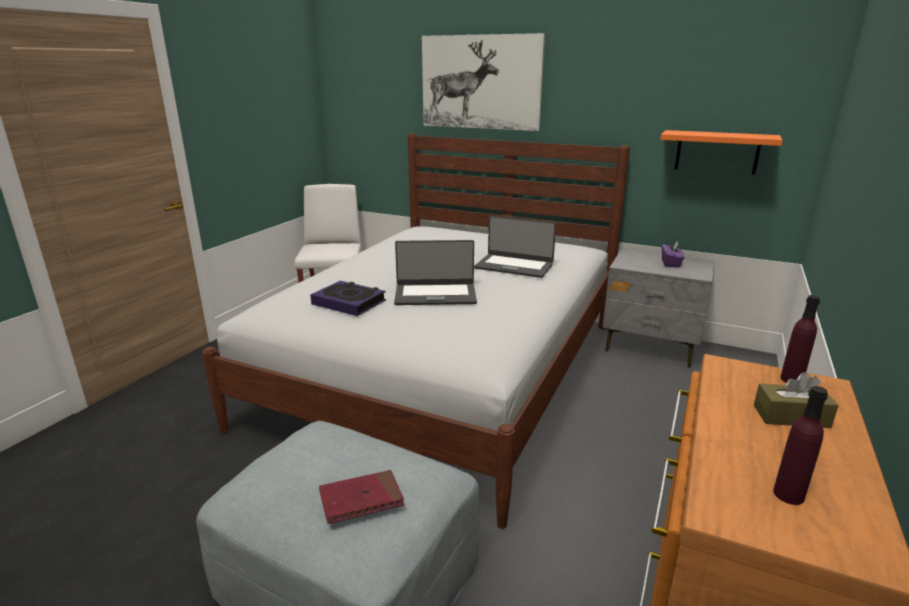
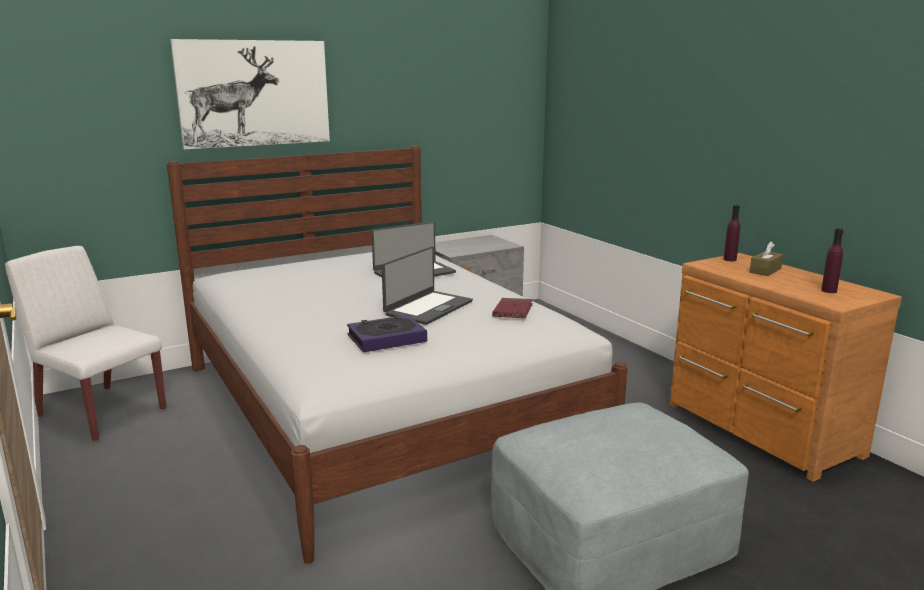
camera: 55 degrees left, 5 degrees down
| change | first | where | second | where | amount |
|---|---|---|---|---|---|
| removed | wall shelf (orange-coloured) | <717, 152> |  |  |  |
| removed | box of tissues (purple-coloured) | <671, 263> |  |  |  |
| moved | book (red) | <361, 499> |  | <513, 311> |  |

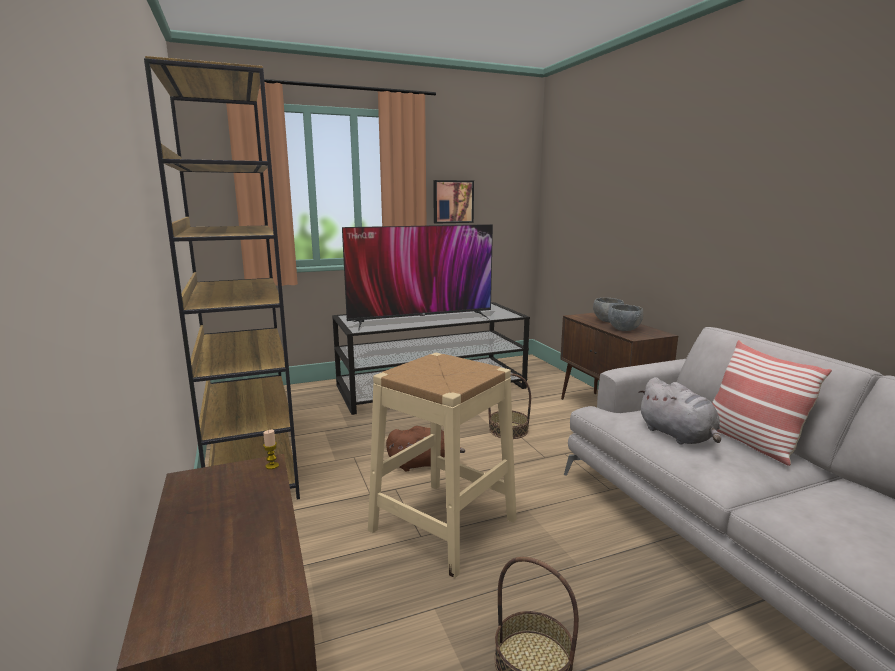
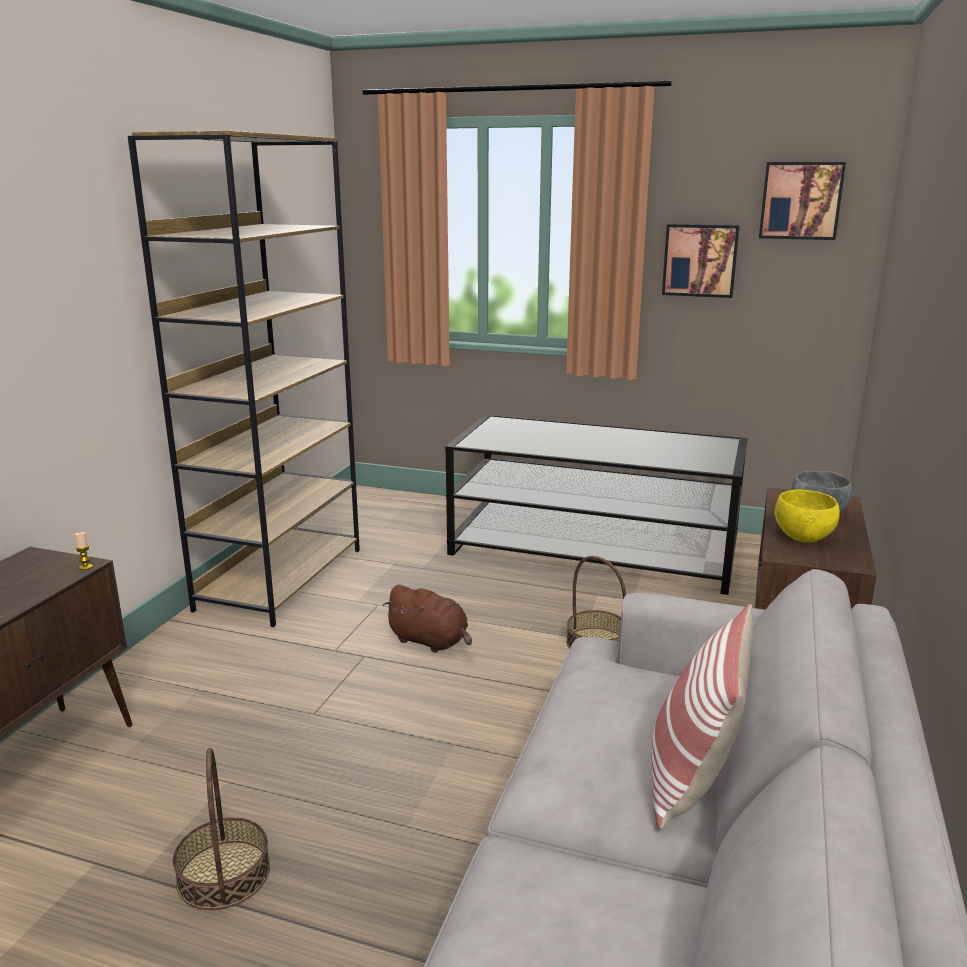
camera: 40 degrees right, 5 degrees up
| change | first | where | second | where | amount |
|---|---|---|---|---|---|
| removed | TV set | <421, 320> |  |  |  |
| removed | stool (beige) | <443, 524> |  |  |  |
| removed | soft toy (grey) | <678, 435> |  |  |  |
| added |  |  | wall picture | <801, 200> |  |
| recoloured | deep dish (grey) | <623, 329> | deep dish (yellowish) | <803, 537> |  |

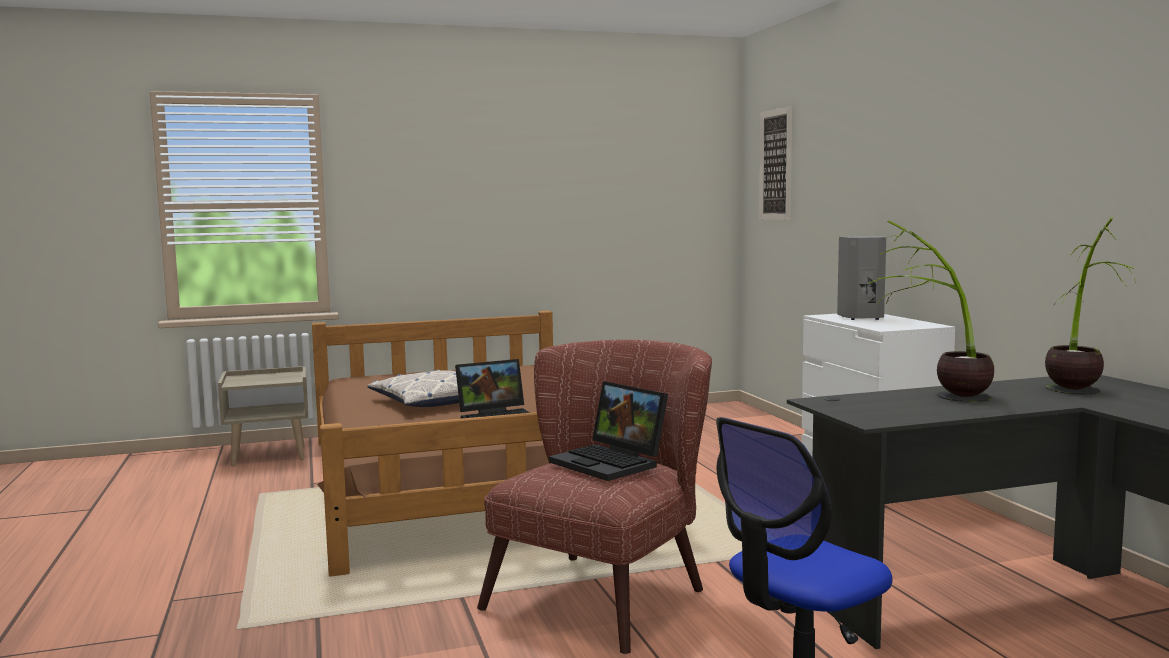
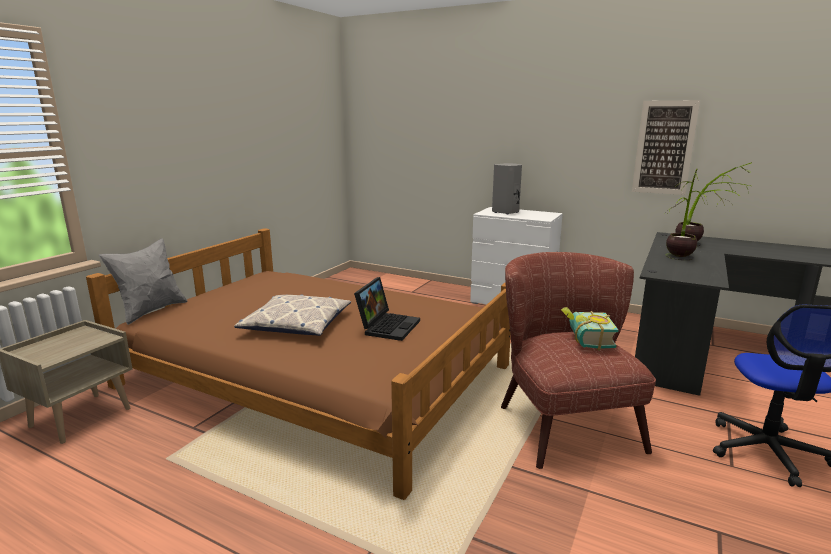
camera: 45 degrees left, 10 degrees up
| change | first | where | second | where | amount |
|---|---|---|---|---|---|
| added |  |  | throw pillow (grey) | <151, 311> |  |
| moved | wall picture | <775, 165> |  | <664, 148> |  |
| replaced | portable computer | <612, 463> | book | <585, 340> |  |

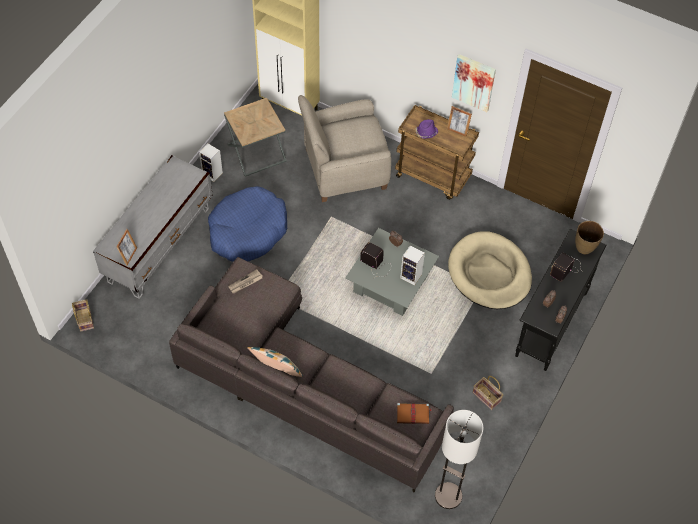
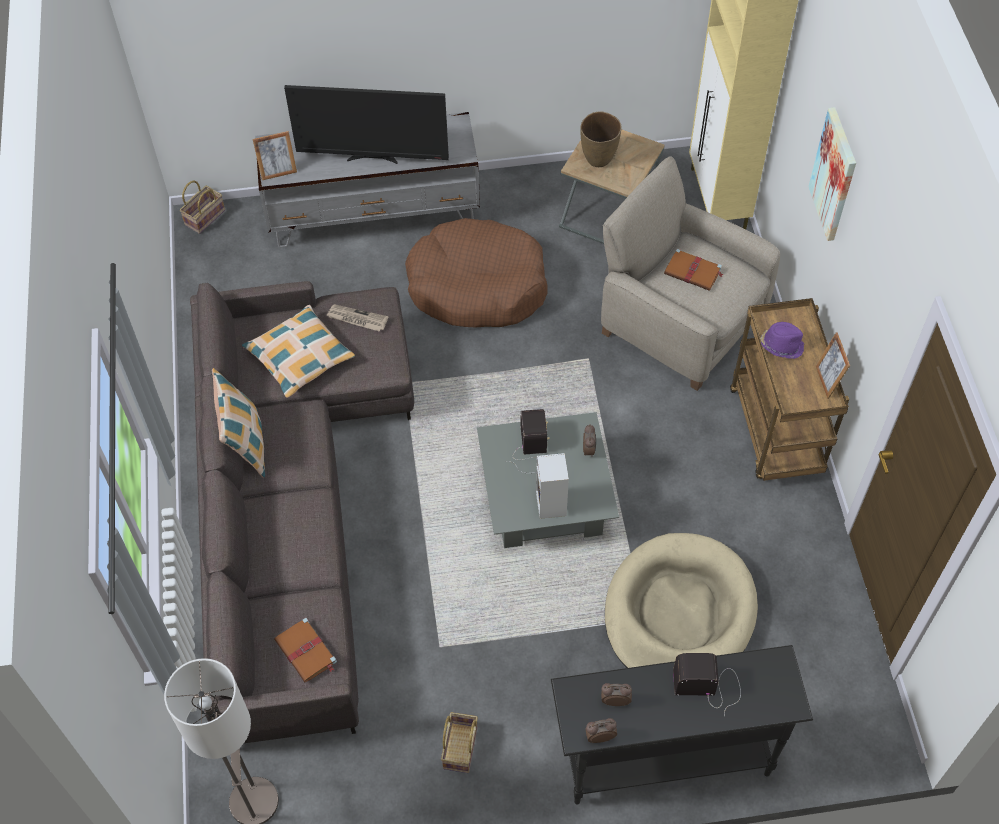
camera: 55 degrees right, 0 degrees up
| change | first | where | second | where | amount |
|---|---|---|---|---|---|
| removed | loudspeaker | <213, 174> |  |  |  |
| added |  |  | throw pillow | <299, 357> |  |
| added |  |  | TV set | <373, 158> |  |
| added |  |  | book (brownish) | <693, 272> |  |
| moved | wall picture | <474, 82> |  | <834, 174> |  |
| moved | decorative vase (brownish) | <584, 248> |  | <598, 159> |  |
| recoloured | pet bed (bluish) | <247, 231> | pet bed (brownish) | <477, 286> |  |

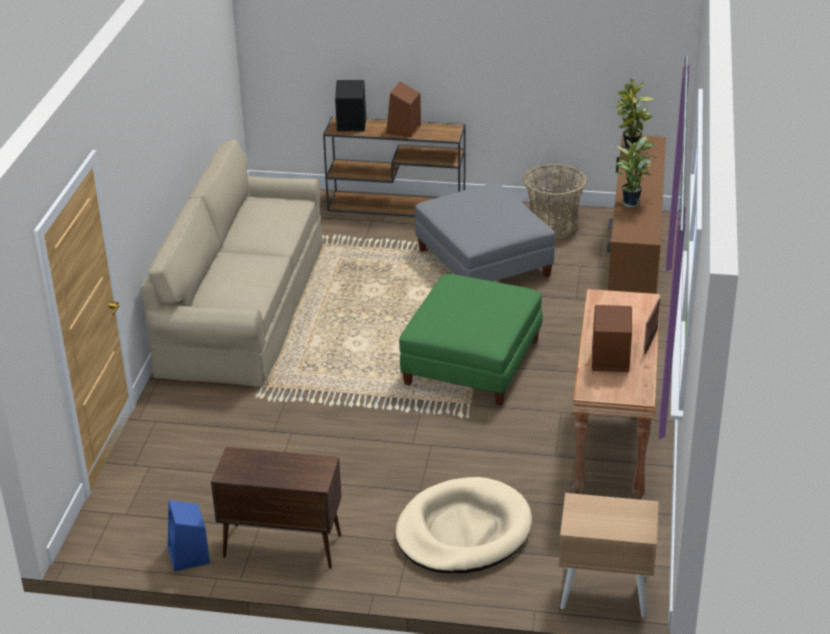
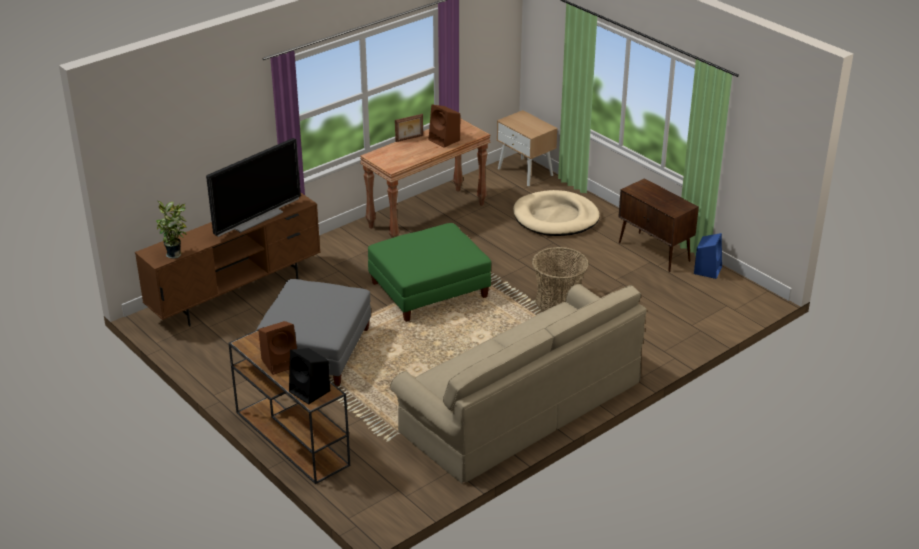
camera: 140 degrees left, 0 degrees up
| change | first | where | second | where | amount |
|---|---|---|---|---|---|
| moved | household basket | <553, 225> |  | <558, 302> |  |
| replaced | plant in a pot | <631, 202> | TV set | <256, 219> |  |

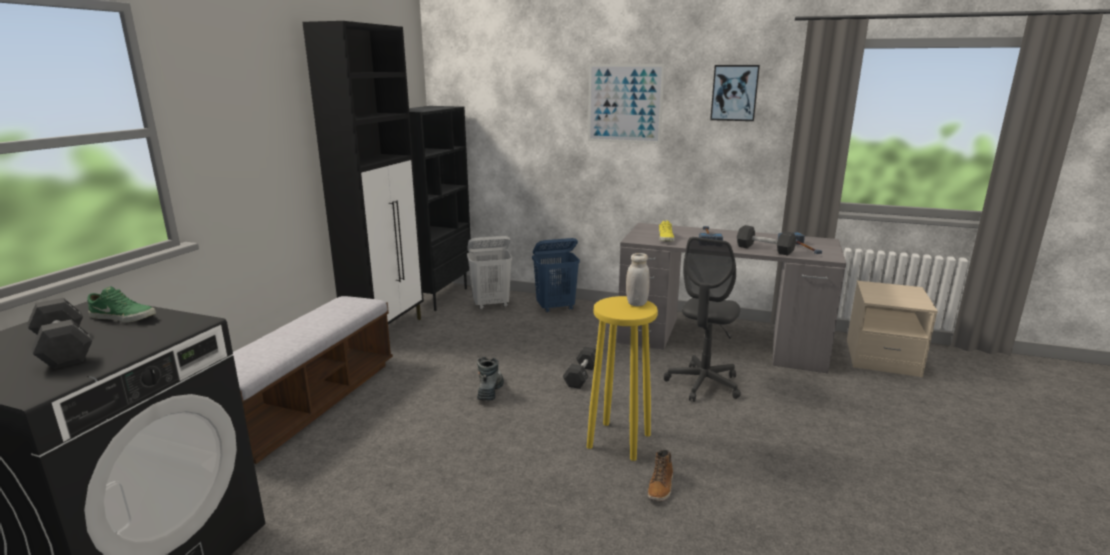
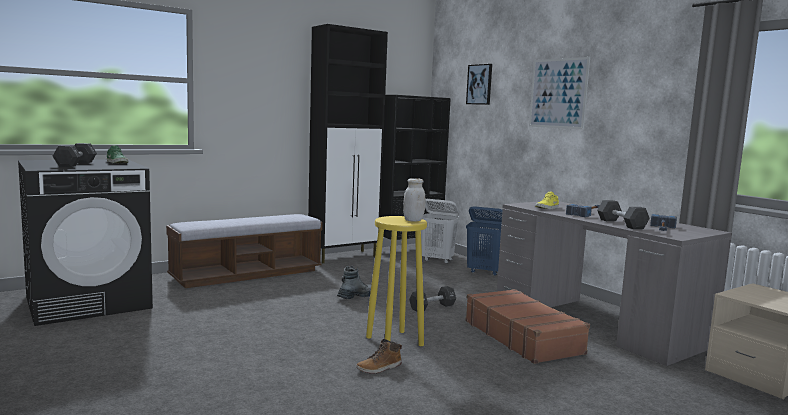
camera: 35 degrees right, 10 degrees down
| change | first | where | second | where | amount |
|---|---|---|---|---|---|
| moved | wall picture | <734, 93> |  | <479, 84> |  |
| replaced | desk chair (grey) | <703, 384> | travel case (brownish) | <522, 337> |  |

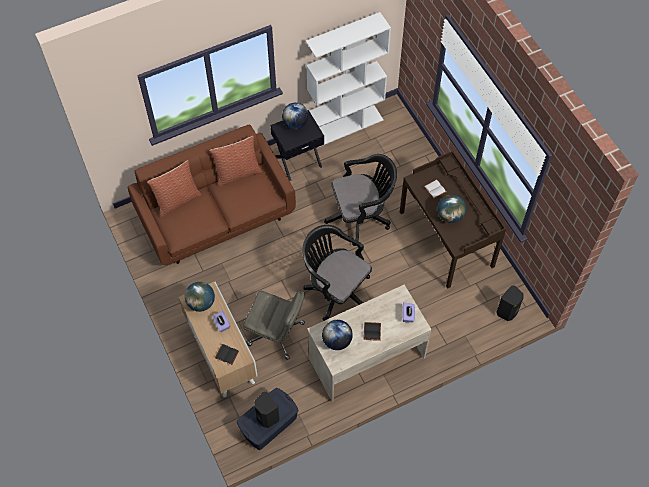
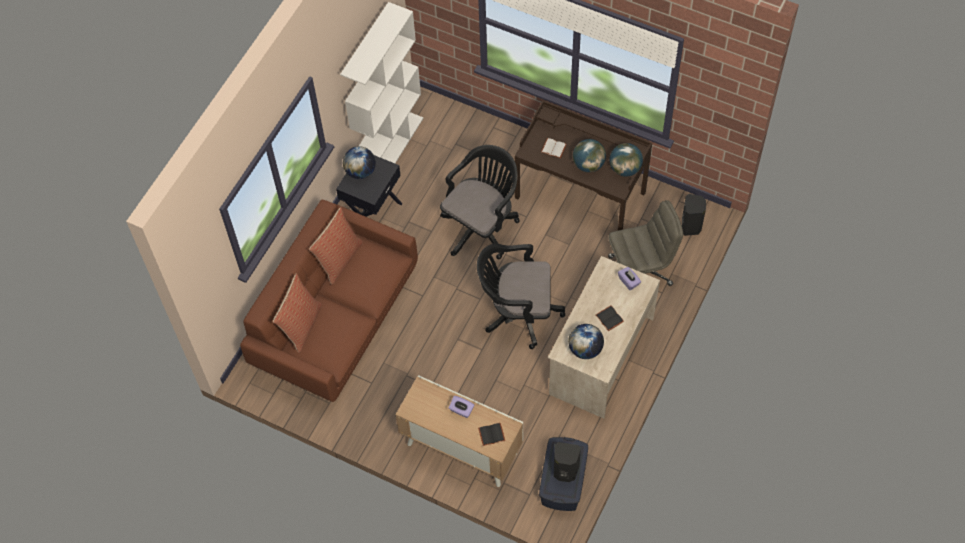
camera: 35 degrees left, 0 degrees up
| change | first | where | second | where | amount |
|---|---|---|---|---|---|
| moved | globe | <201, 303> |  | <625, 168> |  |
| moved | desk chair (grey) | <277, 334> |  | <641, 270> |  |

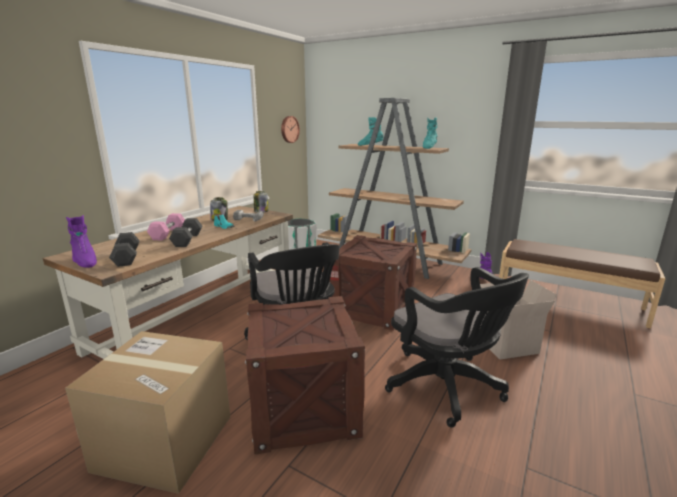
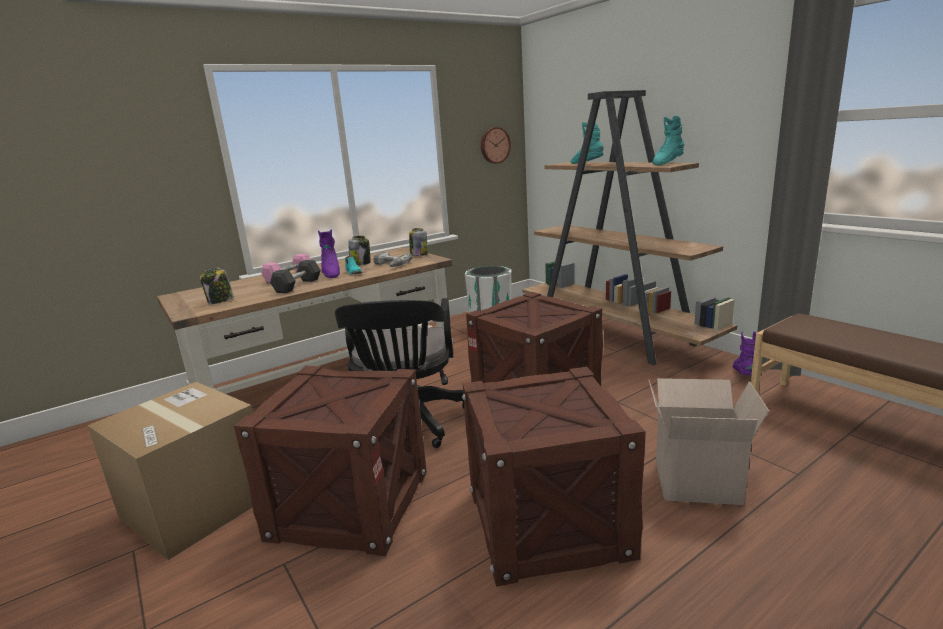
camera: 25 degrees right, 0 degrees up
| change | first | where | second | where | amount |
|---|---|---|---|---|---|
| moved | tall boot (purple-coloured) | <84, 261> |  | <331, 273> |  |
| replaced | free weight (grey) | <127, 257> | storage jar | <220, 301> |  |
| replaced | desk chair (black-coloured) | <448, 388> | packing crate | <547, 522> |  |

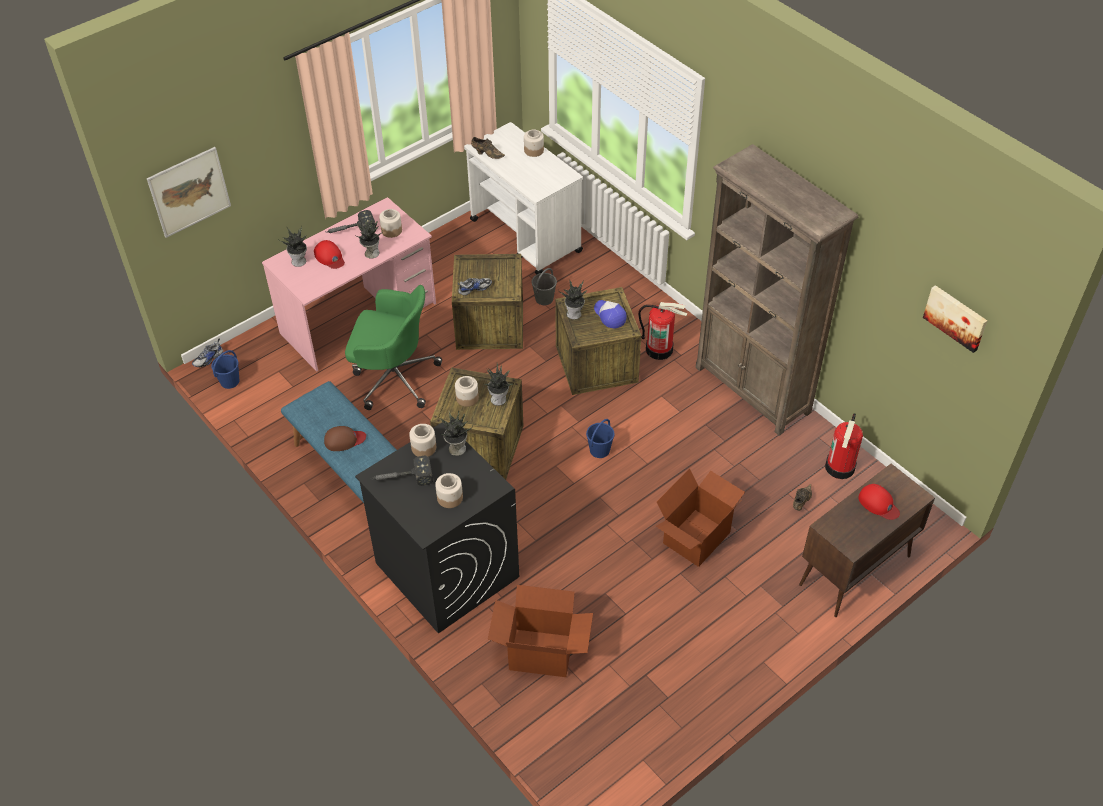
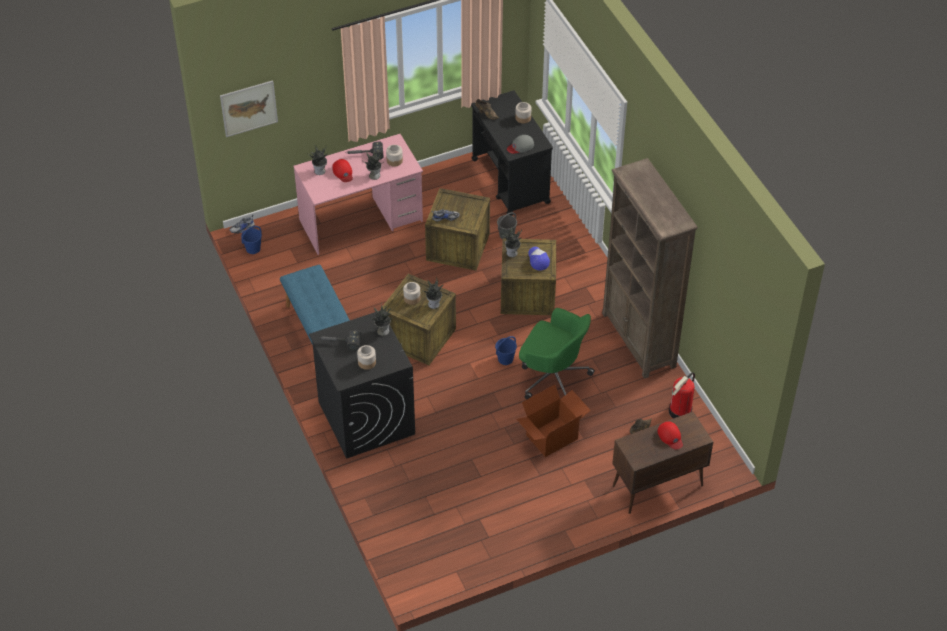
camera: 15 degrees right, 0 degrees up
| change | first | where | second | where | amount |
|---|---|---|---|---|---|
| removed | peaked cap (brownish) | <344, 440> |  |  |  |
| removed | storage jar | <423, 447> |  |  |  |
| removed | carton | <541, 651> |  |  |  |
| removed | fire-fighting cylinder | <659, 349> |  |  |  |
| removed | wall picture | <956, 317> |  |  |  |
| added |  |  | peaked cap (grey) | <520, 146> |  |
| moved | desk chair (greenish) | <393, 377> |  | <553, 377> |  |
| recoloured | trolley (whitish) | <526, 236> | trolley (black-coloured) | <510, 182> |  |

